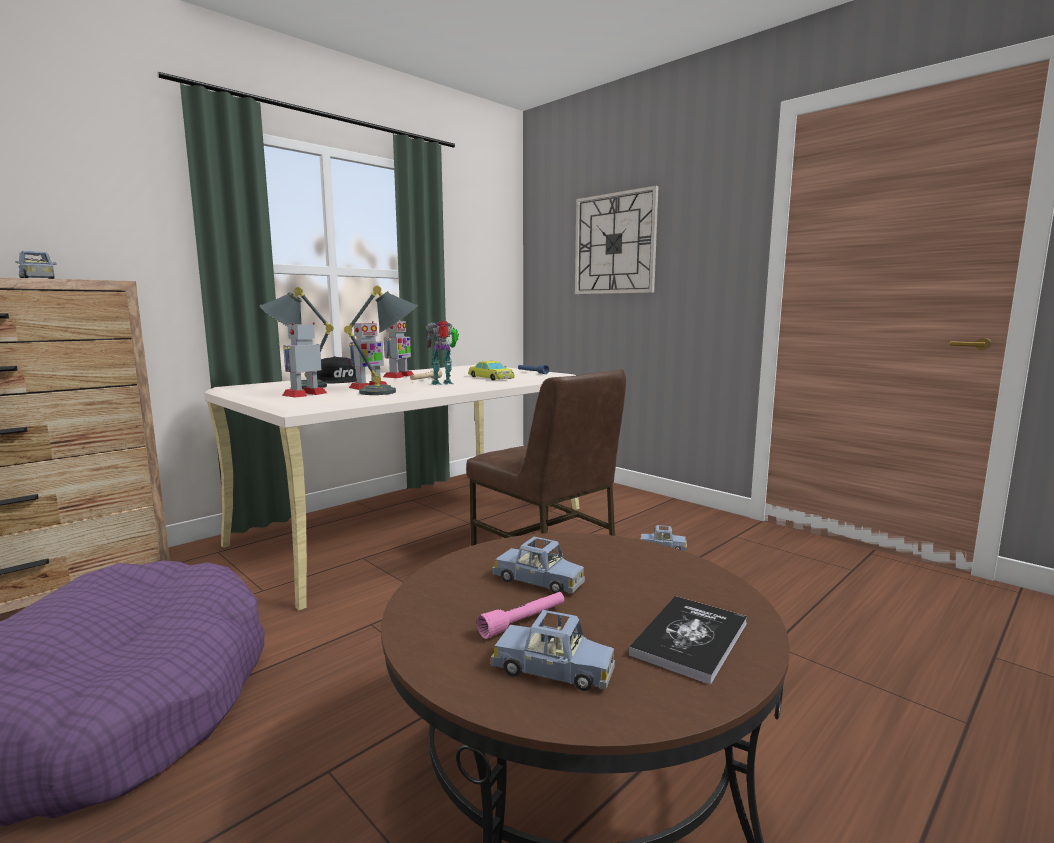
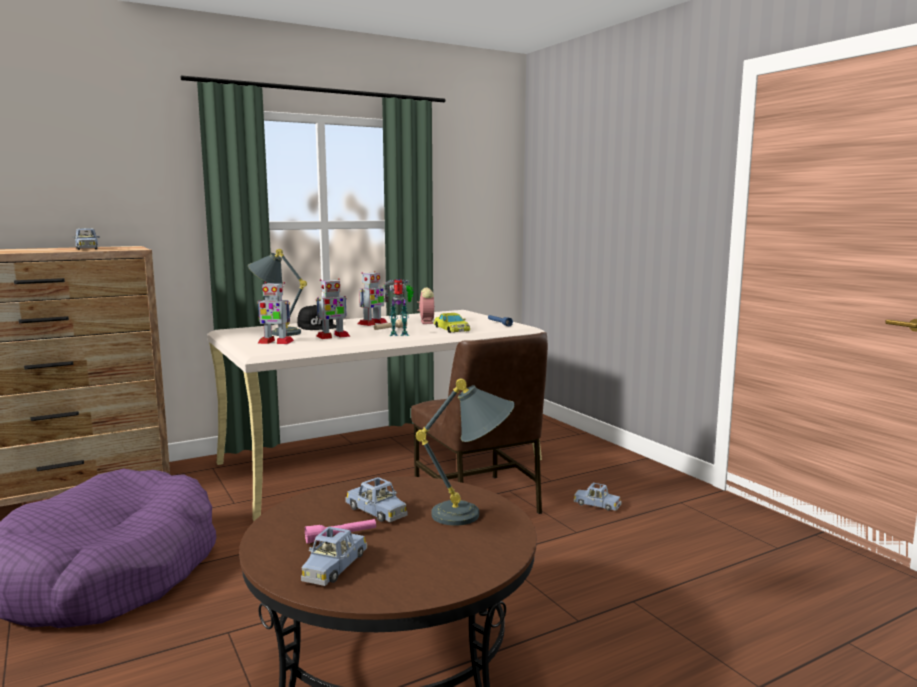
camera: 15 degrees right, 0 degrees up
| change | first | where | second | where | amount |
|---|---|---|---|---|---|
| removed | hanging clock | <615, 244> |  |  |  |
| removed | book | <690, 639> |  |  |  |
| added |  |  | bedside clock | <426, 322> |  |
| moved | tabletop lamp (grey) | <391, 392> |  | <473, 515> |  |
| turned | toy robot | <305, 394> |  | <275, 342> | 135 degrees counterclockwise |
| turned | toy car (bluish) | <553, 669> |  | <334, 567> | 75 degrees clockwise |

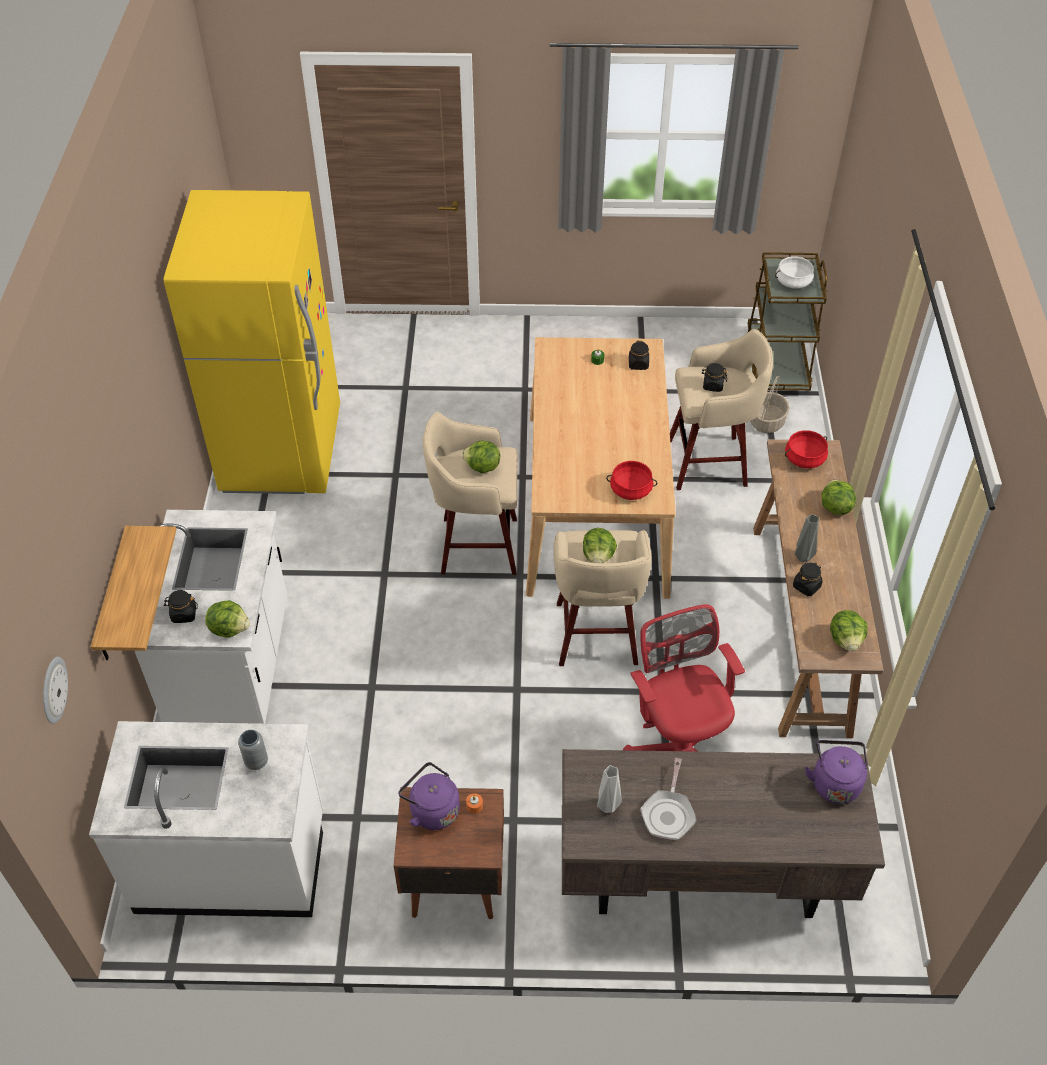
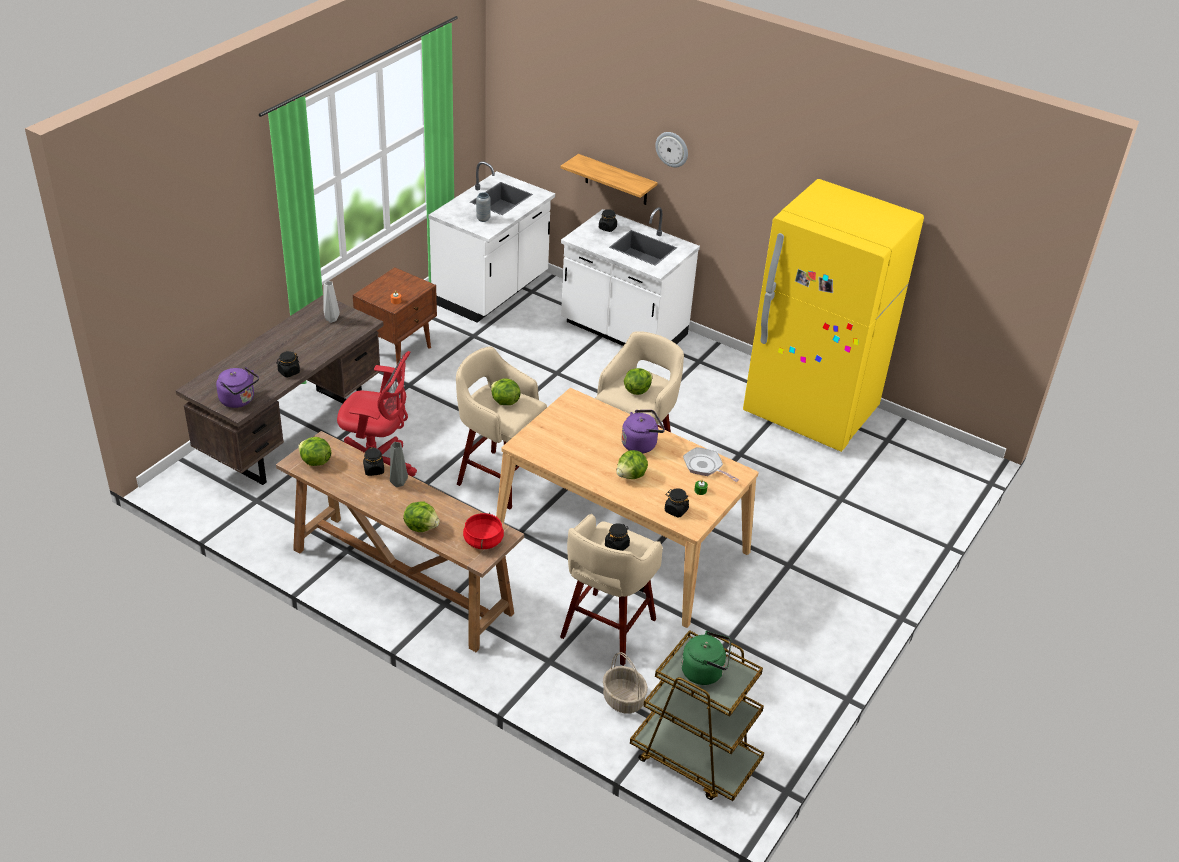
camera: 120 degrees right, 10 degrees down
| change | first | where | second | where | amount |
|---|---|---|---|---|---|
| removed | cooking pot (red) | <630, 490> |  |  |  |
| added |  |  | storage jar (black-coloured) | <289, 372> |  |
| moved | hanging clock | <53, 690> |  | <672, 149> |  |
| moved | lettuce | <229, 628> |  | <631, 475> |  |
| moved | kettle (purple-coloured) | <432, 810> |  | <641, 444> |  |
| moved | frying pan | <668, 813> |  | <705, 467> |  |
| replaced | cooking pot (whitish) | <793, 281> | kettle (greenish) | <705, 672> |  |

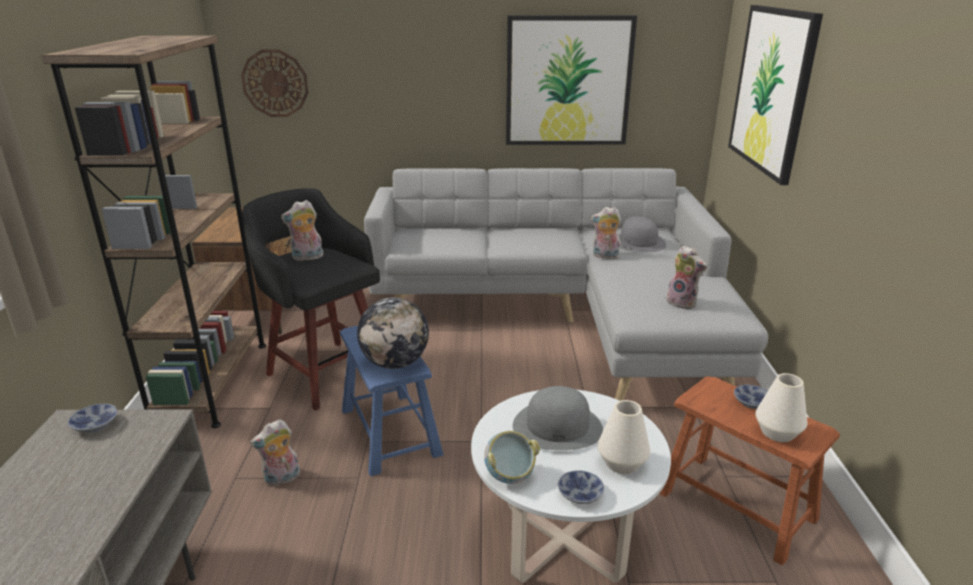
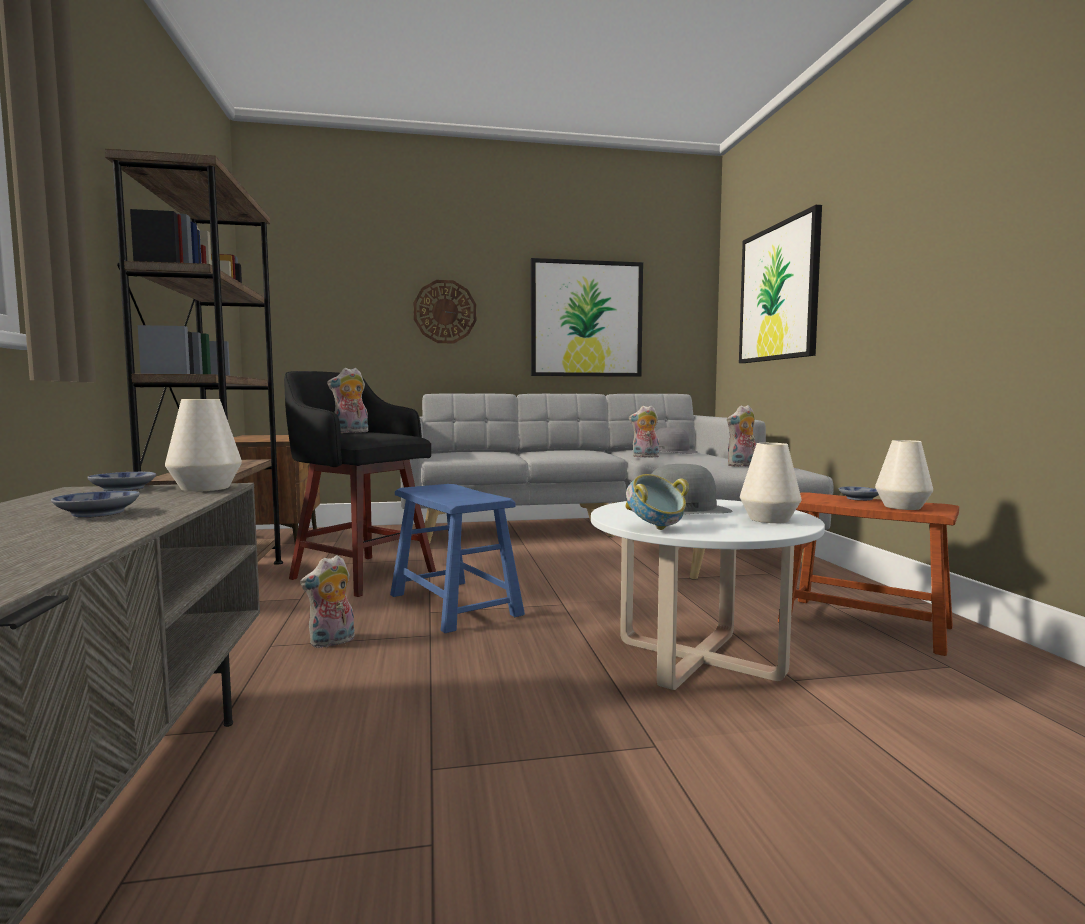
camera: 10 degrees left, 20 degrees down
| change | first | where | second | where | amount |
|---|---|---|---|---|---|
| removed | globe | <395, 363> |  |  |  |
| added |  |  | decorative vase (whitish) | <205, 488> |  |
| moved | hanging clock | <275, 83> |  | <445, 312> |  |
| moved | deep dish | <582, 494> |  | <101, 513> |  |
| turned | soft toy | <683, 303> |  | <742, 465> | 120 degrees clockwise |

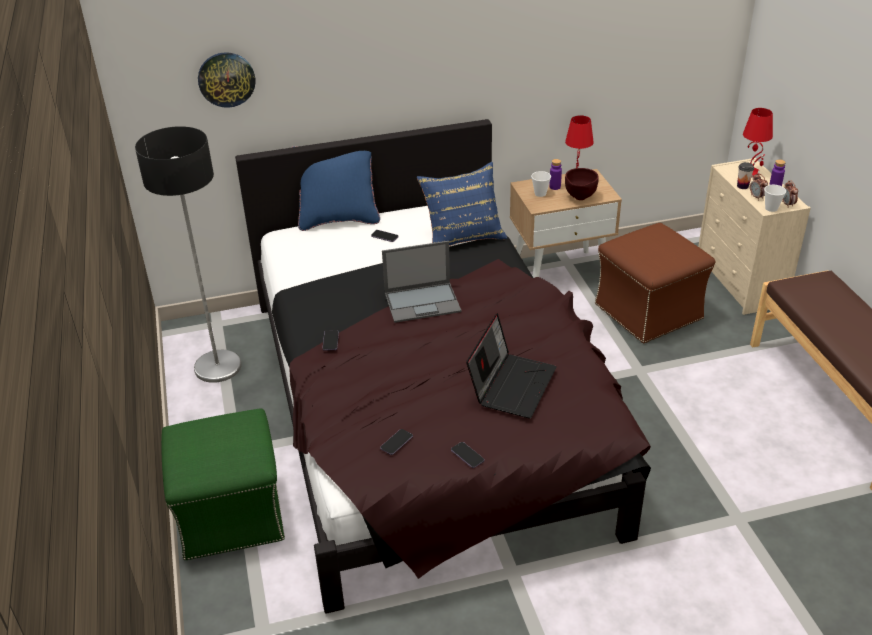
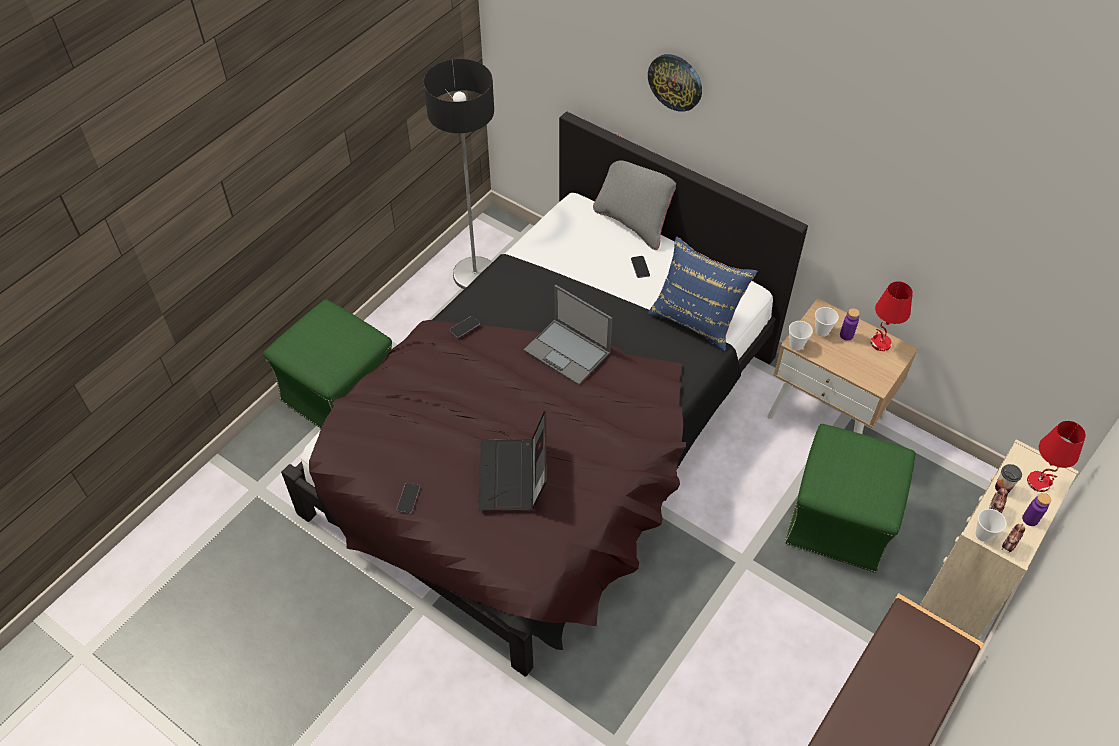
camera: 50 degrees right, 15 degrees up
| change | first | where | second | where | amount |
|---|---|---|---|---|---|
| removed | handset | <396, 443> |  |  |  |
| removed | deep dish (brownish) | <579, 198> |  |  |  |
| added |  |  | cup | <796, 345> |  |
| moved | hanging clock | <226, 79> |  | <675, 82> |  |
| recoloured | throw pillow (bluish) | <338, 220> | throw pillow (grey) | <633, 222> |  |
| recoloured | footrest (brownish) | <649, 312> | footrest (greenish) | <839, 522> |  |
| turned | portable computer | <511, 384> |  | <514, 476> | 105 degrees clockwise |

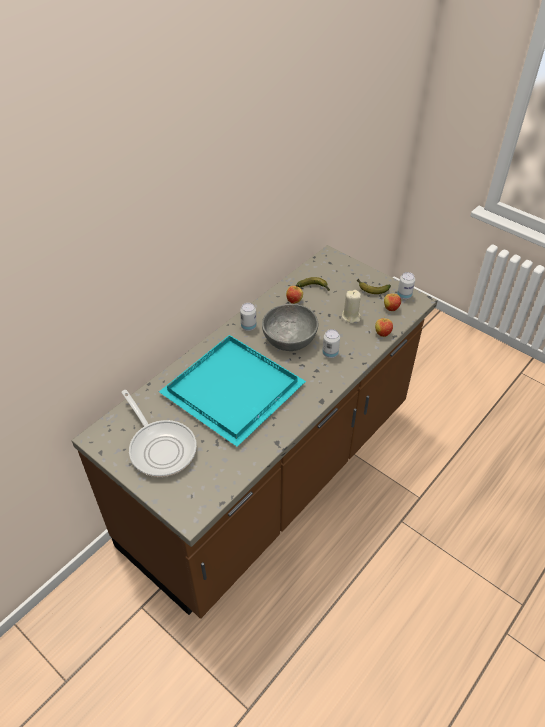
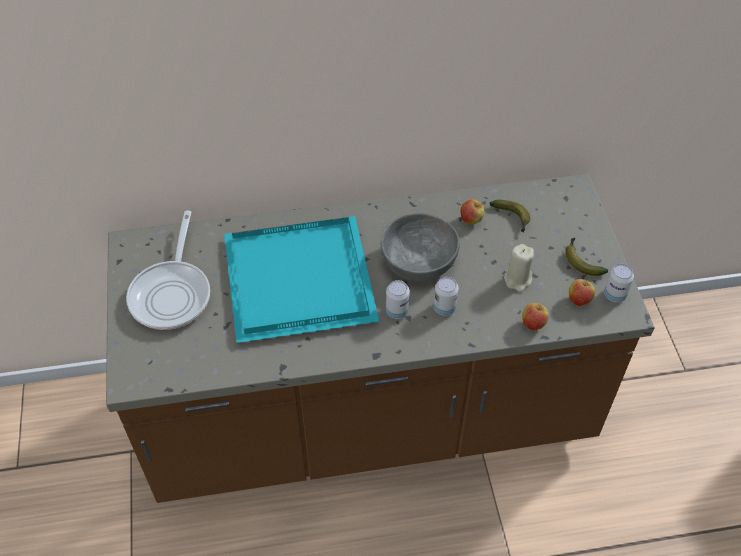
camera: 40 degrees right, 5 degrees up
| change | first | where | second | where | amount |
|---|---|---|---|---|---|
| moved | metal can | <248, 326> |  | <397, 311> |  |

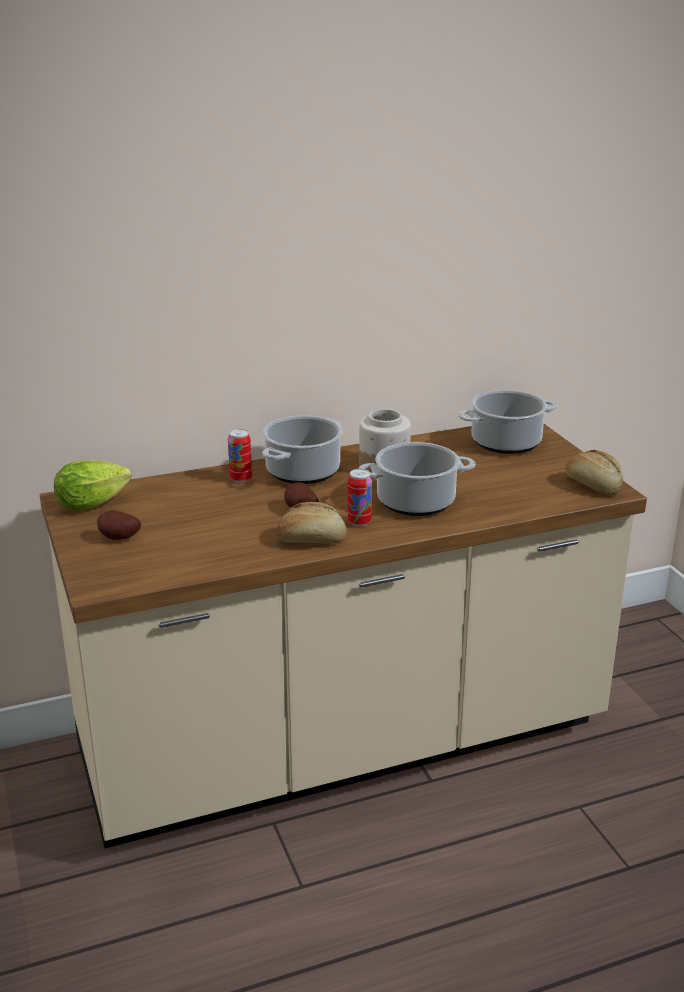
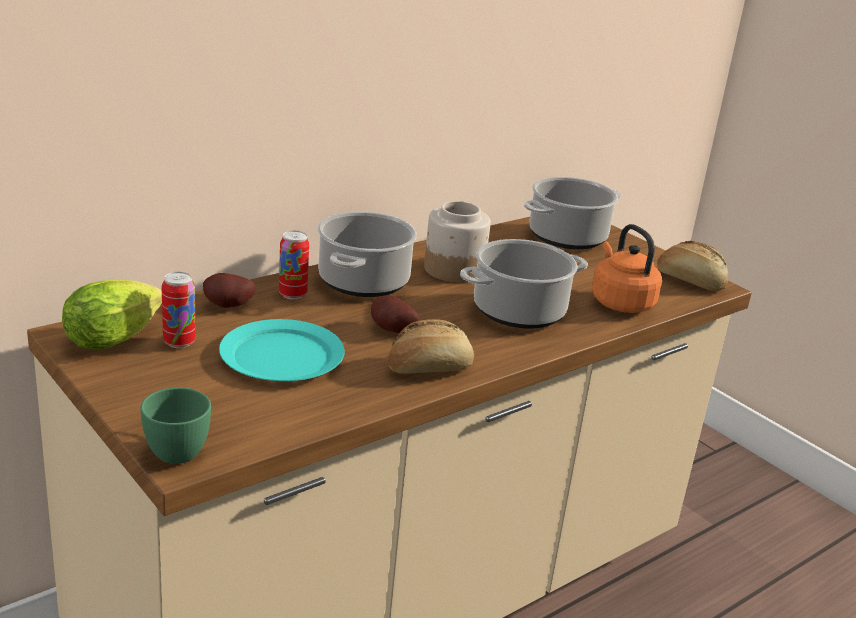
camera: 20 degrees left, 0 degrees up
| change | first | where | second | where | amount |
|---|---|---|---|---|---|
| added |  |  | cup (greenish) | <177, 448> |  |
| added |  |  | dinner plate (turquoise) | <281, 356> |  |
| added |  |  | kettle (orange-coloured) | <620, 302> |  |
| moved | whole potato | <118, 539> |  | <228, 306> |  |
| moved | metal can | <359, 522> |  | <179, 342> |  |

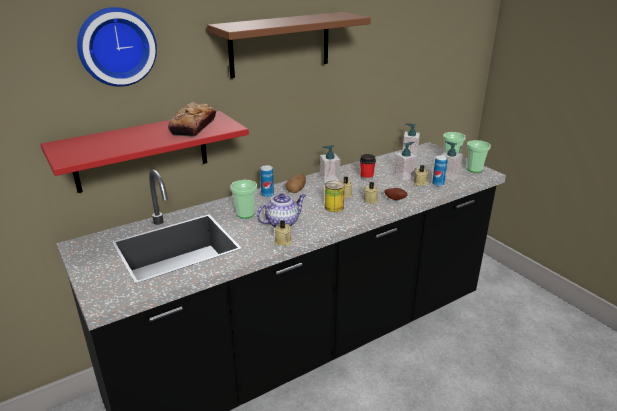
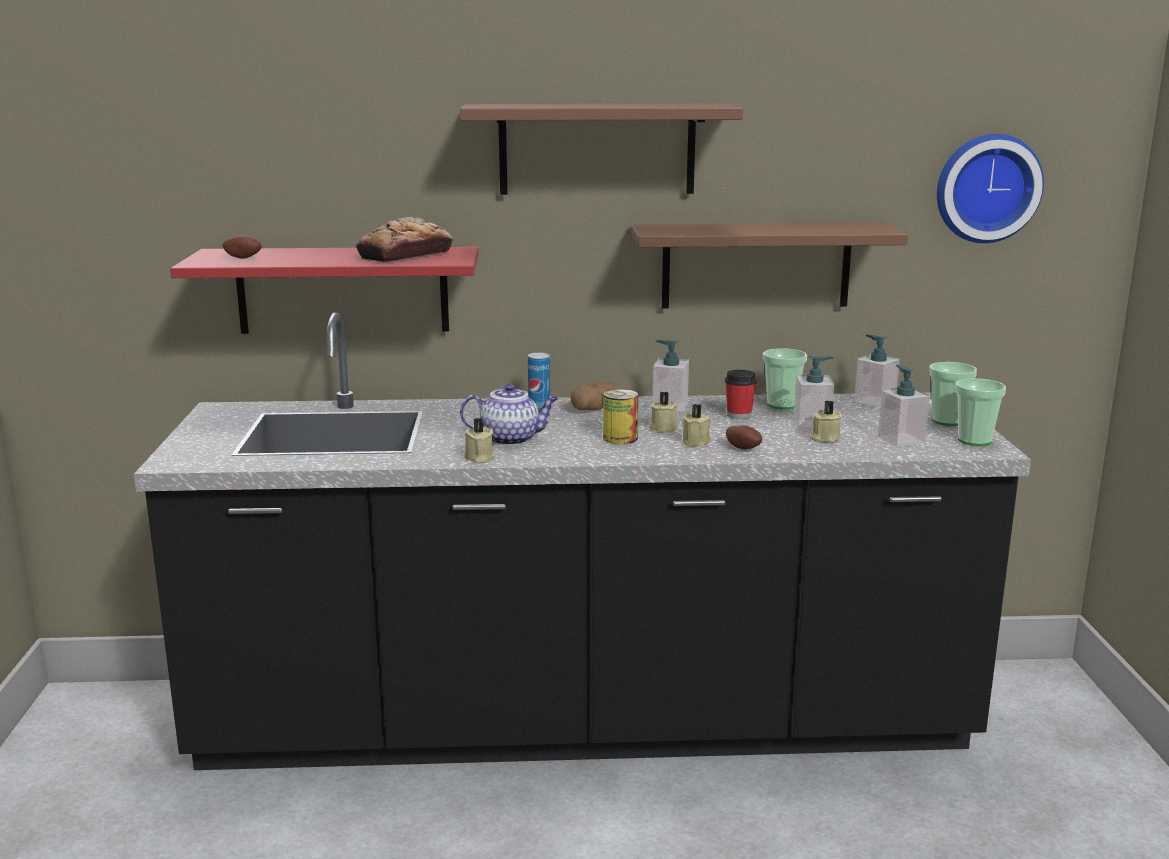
camera: 30 degrees right, 10 degrees down
| change | first | where | second | where | amount |
|---|---|---|---|---|---|
| removed | metal can | <438, 184> |  |  |  |
| added |  |  | whole potato | <243, 258> |  |
| added |  |  | wall shelf (brownish) | <756, 265> |  |
| moved | hanging clock | <116, 46> |  | <986, 188> |  |
| moved | cup | <245, 214> |  | <782, 405> |  |

